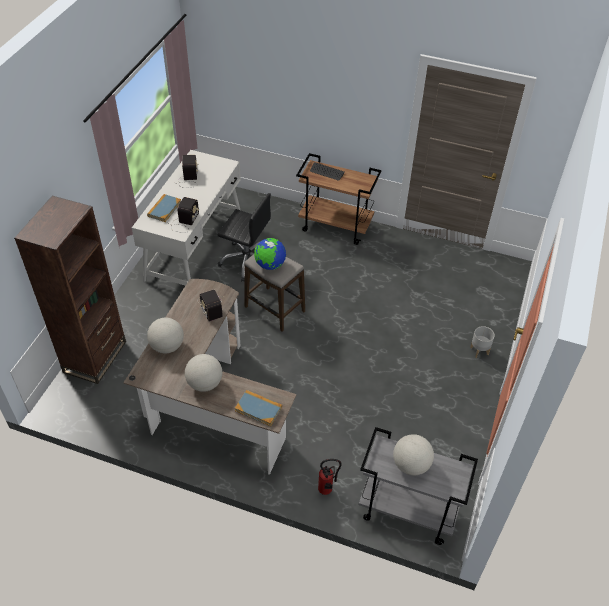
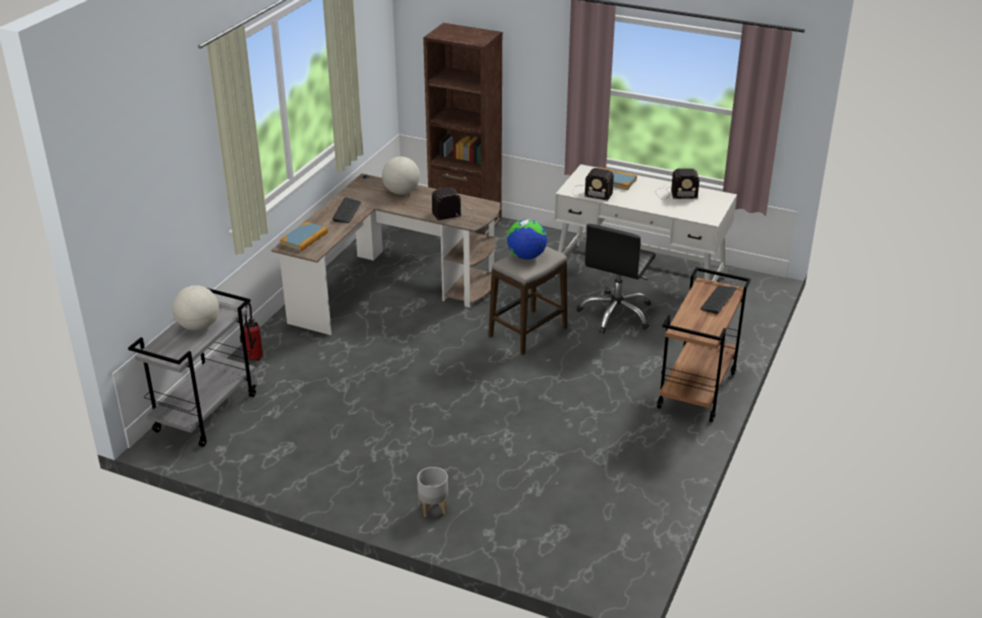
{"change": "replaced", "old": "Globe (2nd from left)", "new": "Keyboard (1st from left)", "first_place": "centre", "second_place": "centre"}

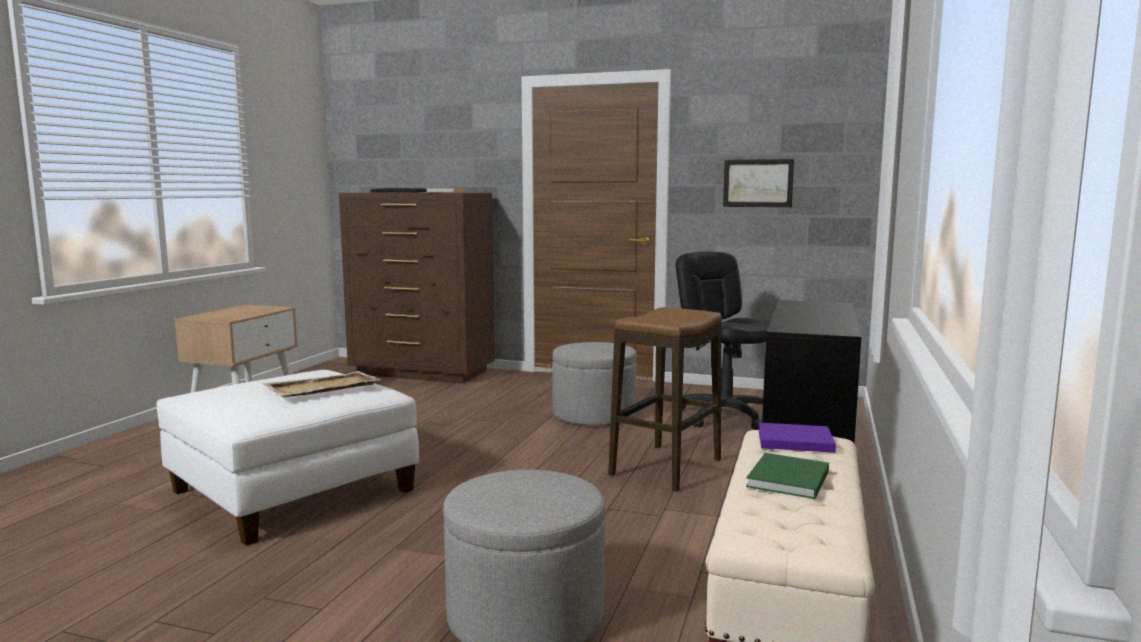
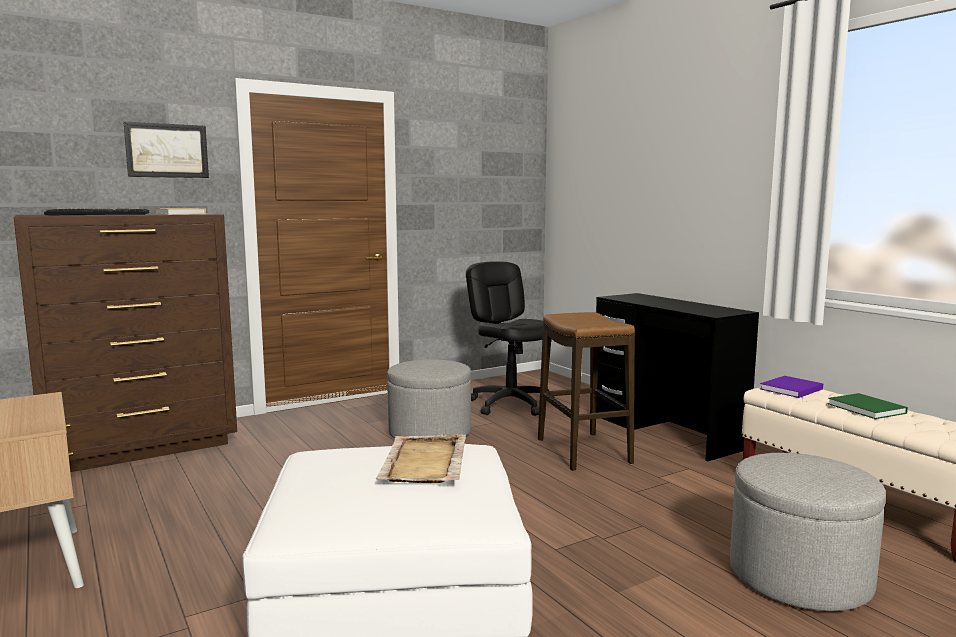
{"change": "moved", "old": "Picture", "first_place": "top centre", "second_place": "top left"}
{"change": "turned", "old": "BlackOfficeChair", "first_place": "centre", "second_place": "centre", "degrees": 45}

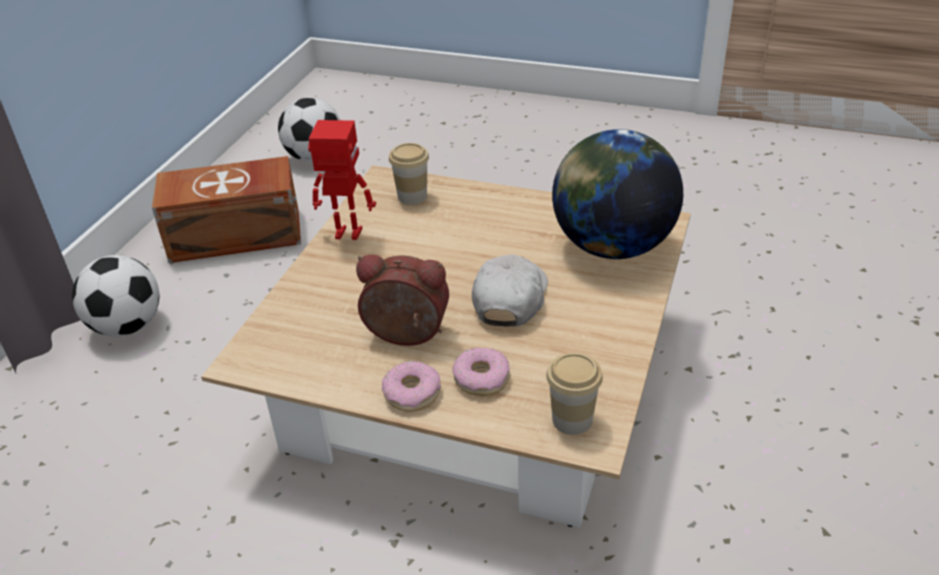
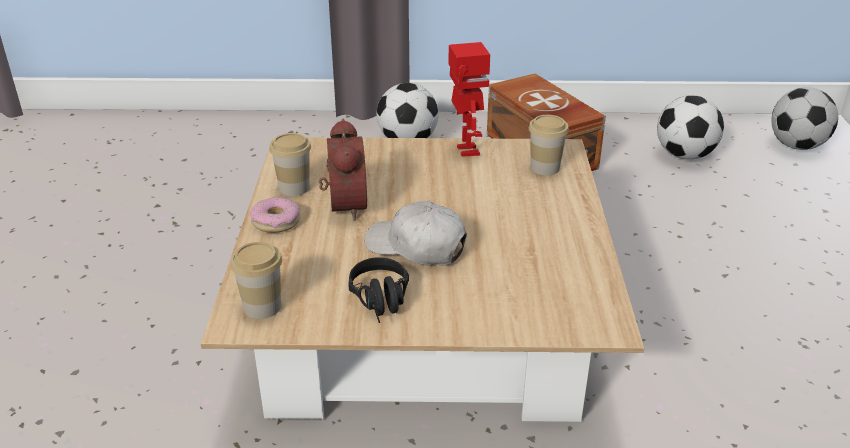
{"change": "removed", "old": "Globe", "first_place": "centre"}
{"change": "turned", "old": "WhiteCap", "first_place": "centre", "second_place": "centre", "degrees": -150}
{"change": "removed", "old": "Donut (2nd from left)", "first_place": "centre"}
{"change": "added", "new": "Football (3rd from left)", "second_place": "top right"}
{"change": "added", "new": "Cup (2nd from left)", "second_place": "centre"}
{"change": "added", "new": "BlackHeadphones", "second_place": "centre"}

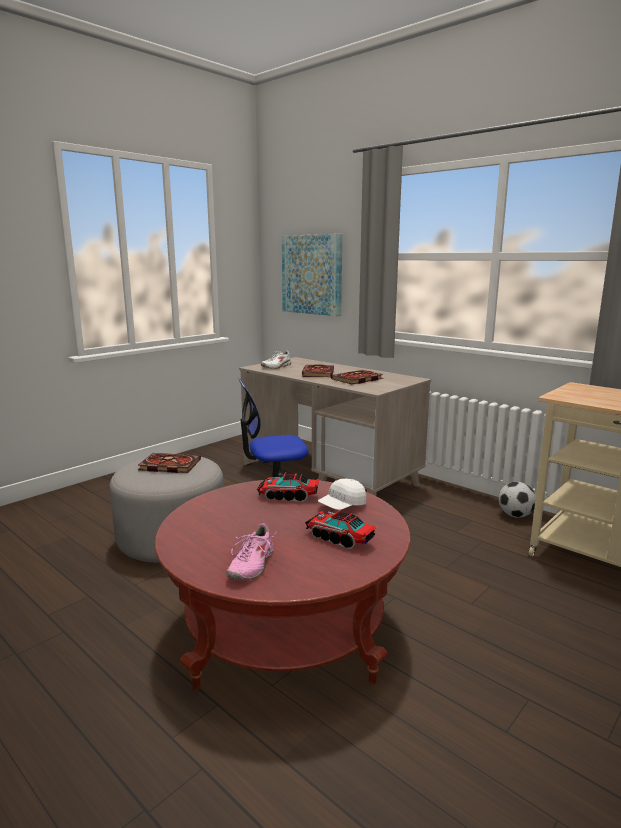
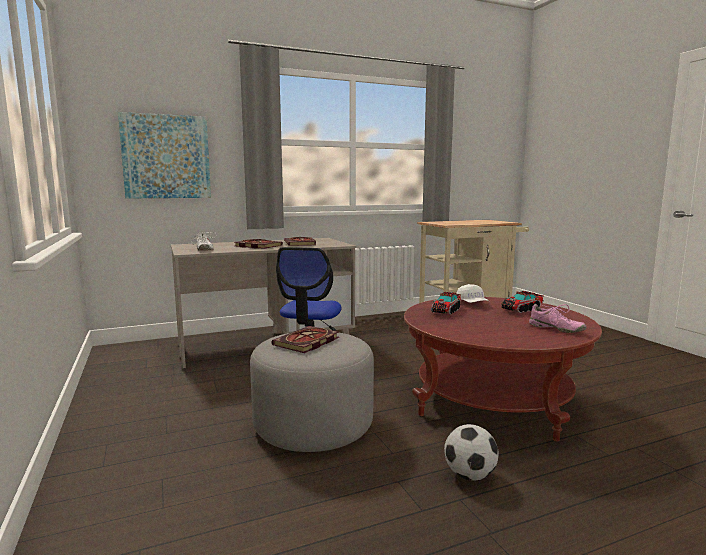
{"change": "moved", "old": "Football", "first_place": "middle right", "second_place": "bottom right"}

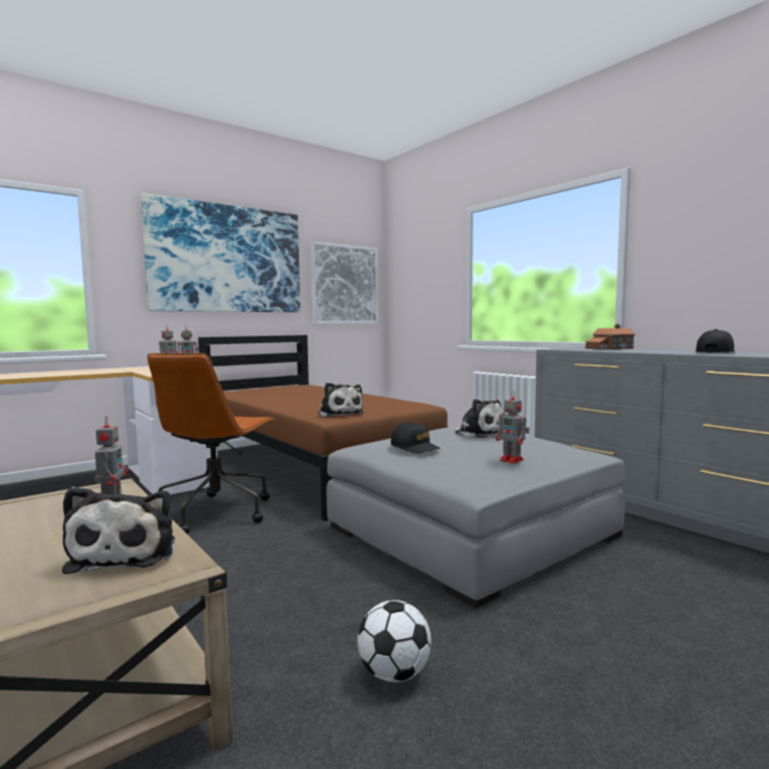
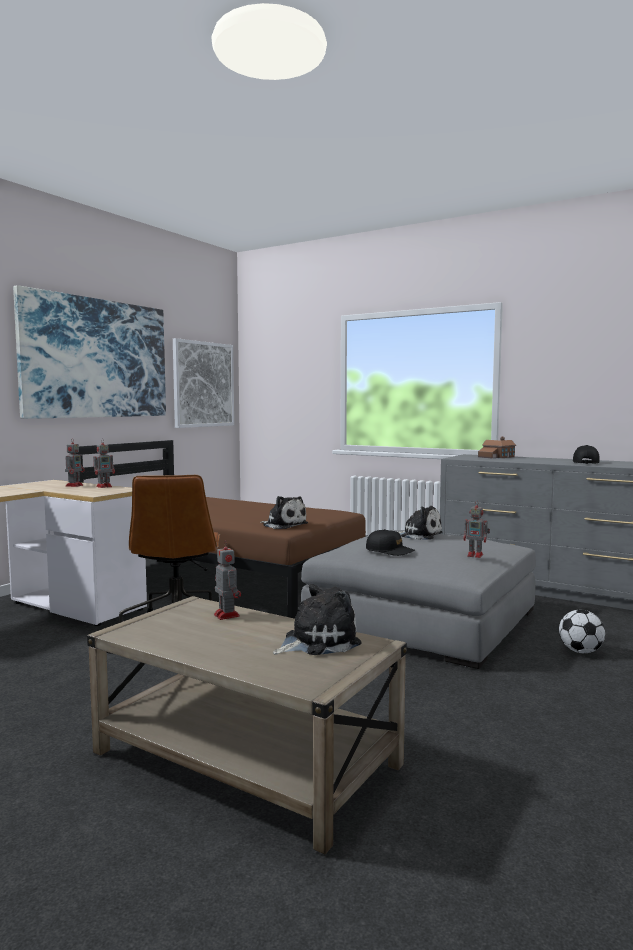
{"change": "turned", "old": "PlushToy (1st from left in the first image)", "first_place": "bottom left", "second_place": "centre", "degrees": -90}
{"change": "moved", "old": "Football", "first_place": "bottom centre", "second_place": "middle right"}

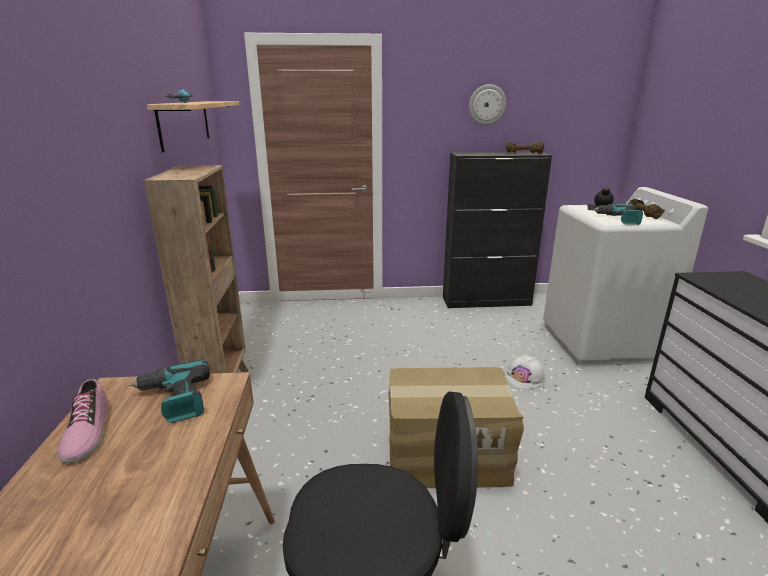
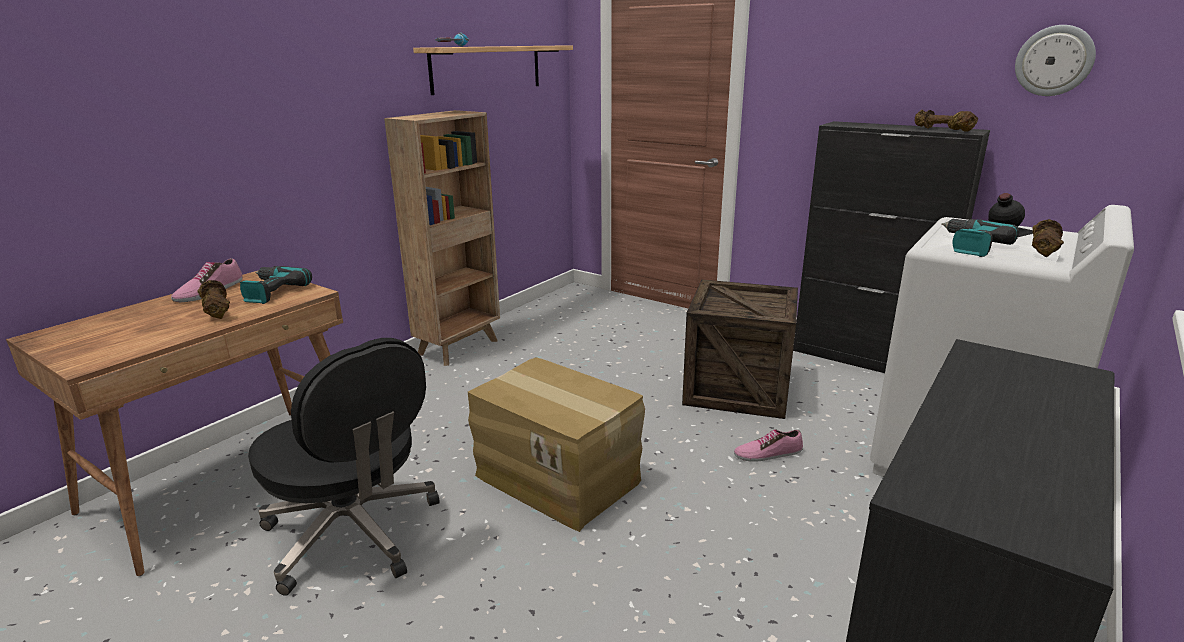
{"change": "moved", "old": "WallClock", "first_place": "top centre", "second_place": "top right"}
{"change": "replaced", "old": "WhiteHardHat", "new": "Shoe (2nd from left)", "first_place": "middle right", "second_place": "bottom centre"}
{"change": "added", "new": "BrownDumbbell (1st from left)", "second_place": "middle left"}
{"change": "added", "new": "Crate", "second_place": "centre"}

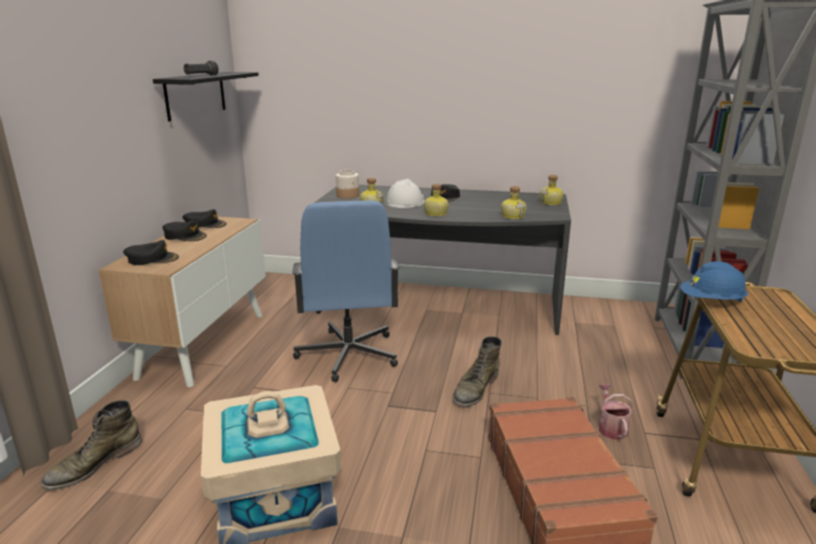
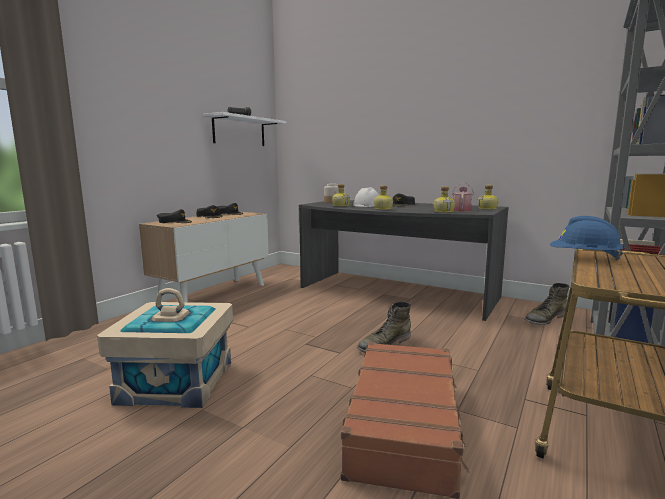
{"change": "recoloured", "old": "BlackShelf", "new": "WhiteShelf", "first_place": "top left", "second_place": "top centre"}
{"change": "removed", "old": "BlueOfficeChair", "first_place": "centre"}
{"change": "moved", "old": "WateringCan", "first_place": "bottom right", "second_place": "middle right"}
{"change": "moved", "old": "GreenBoot (1st from left in the first image)", "new": "GreenBoot (2nd from left)", "first_place": "bottom left", "second_place": "middle right"}

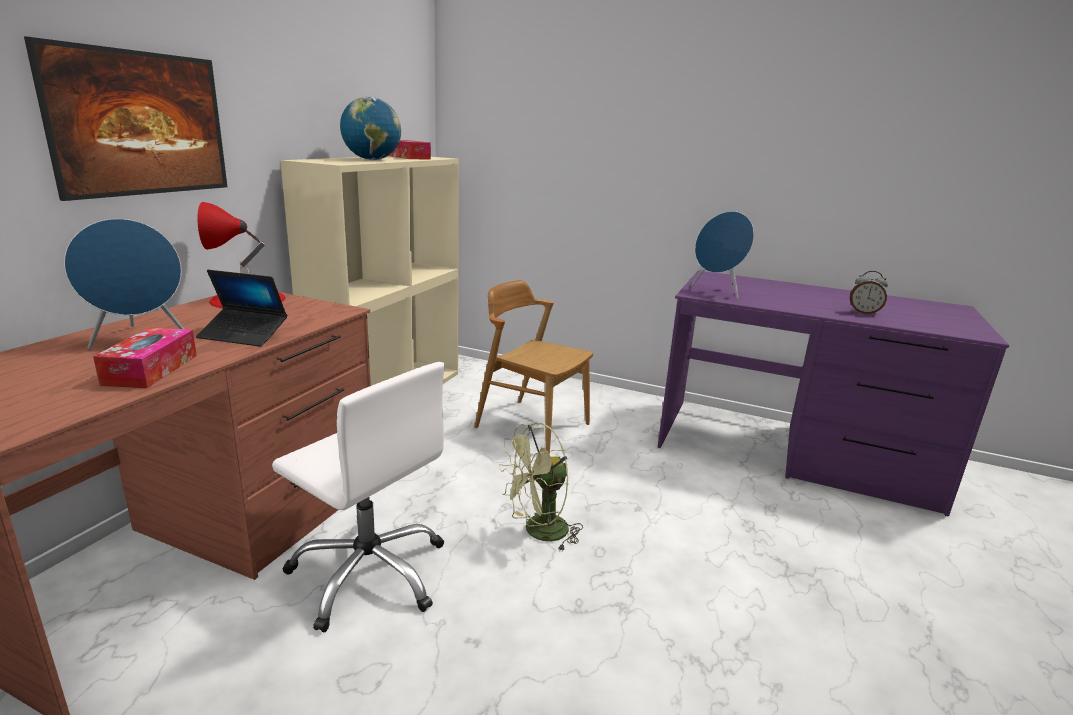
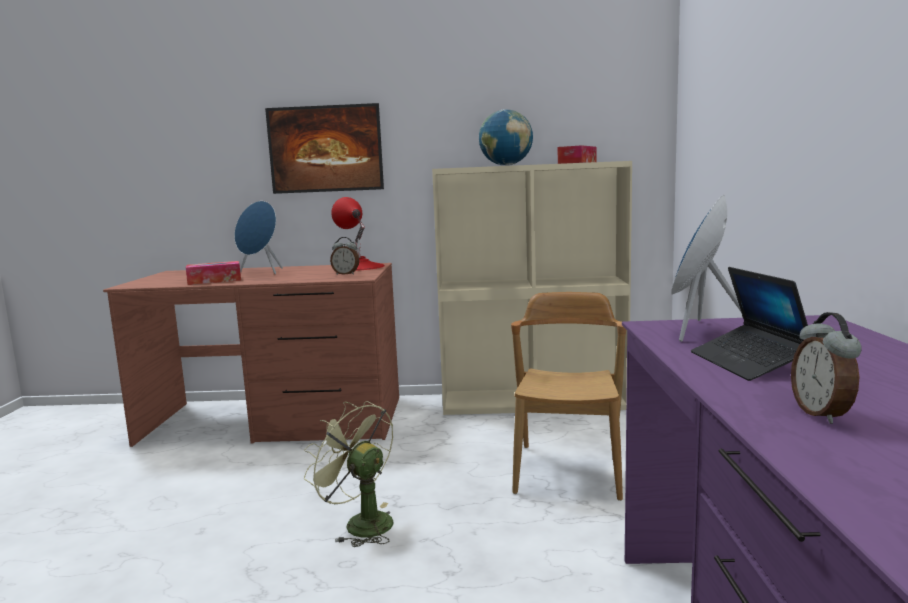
{"change": "moved", "old": "Laptop", "first_place": "middle left", "second_place": "middle right"}
{"change": "removed", "old": "WhiteOfficeChair", "first_place": "bottom centre"}
{"change": "added", "new": "AlarmClock (1st from left)", "second_place": "centre"}

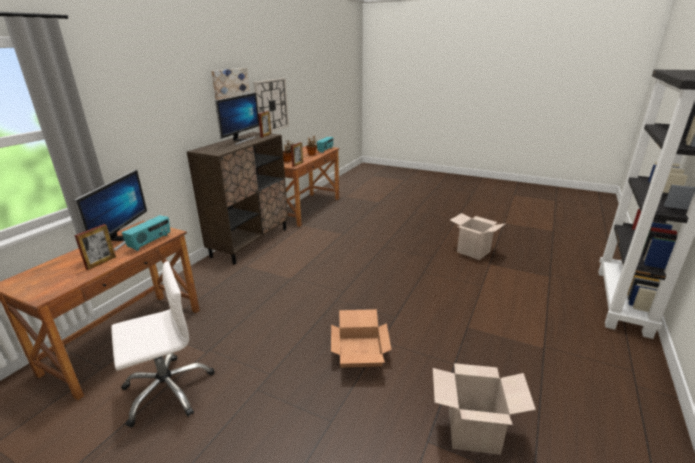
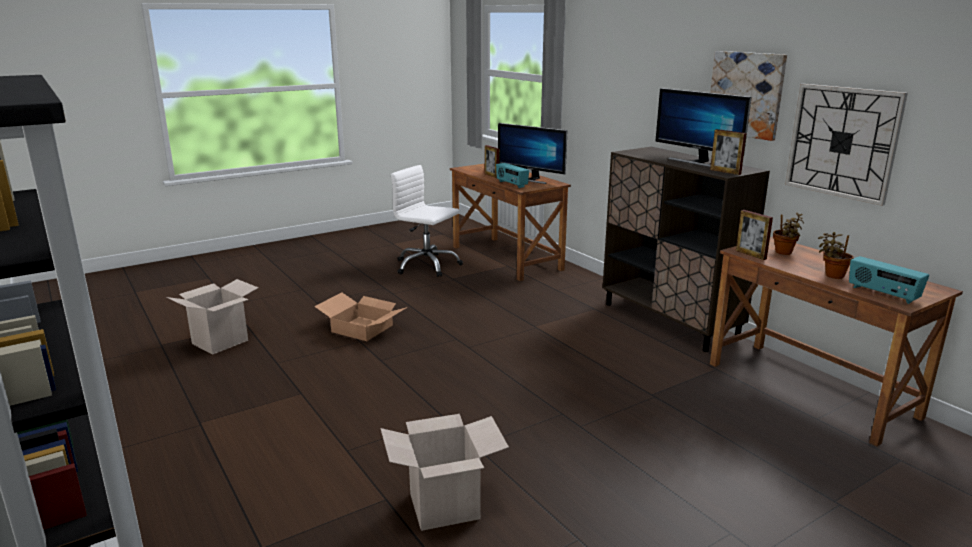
{"change": "turned", "old": "WhiteOfficeChair", "first_place": "bottom left", "second_place": "centre", "degrees": 120}

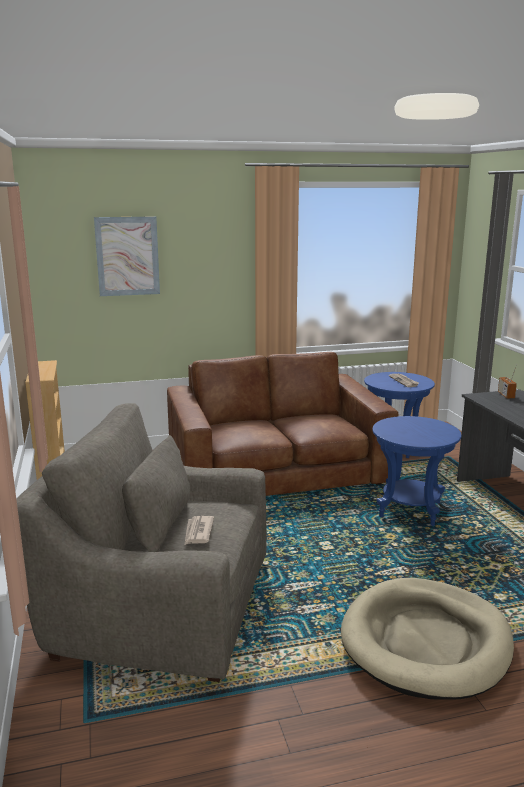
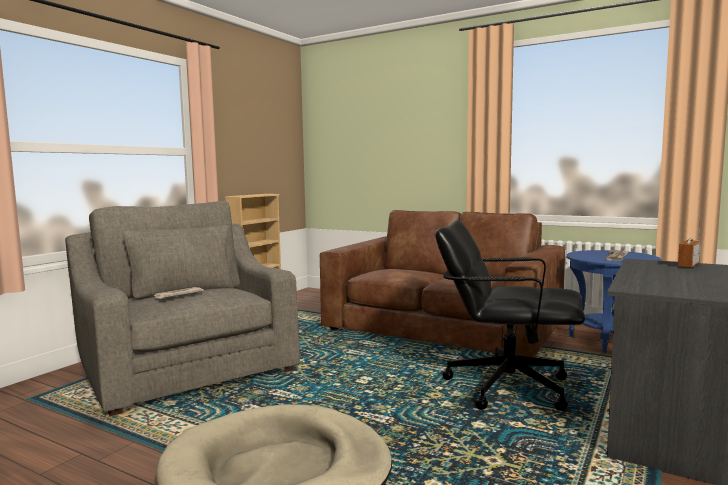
{"change": "removed", "old": "Picture", "first_place": "top left"}
{"change": "replaced", "old": "BlueSideTable (2nd from left)", "new": "BlackOfficeChair", "first_place": "middle right", "second_place": "middle right"}

